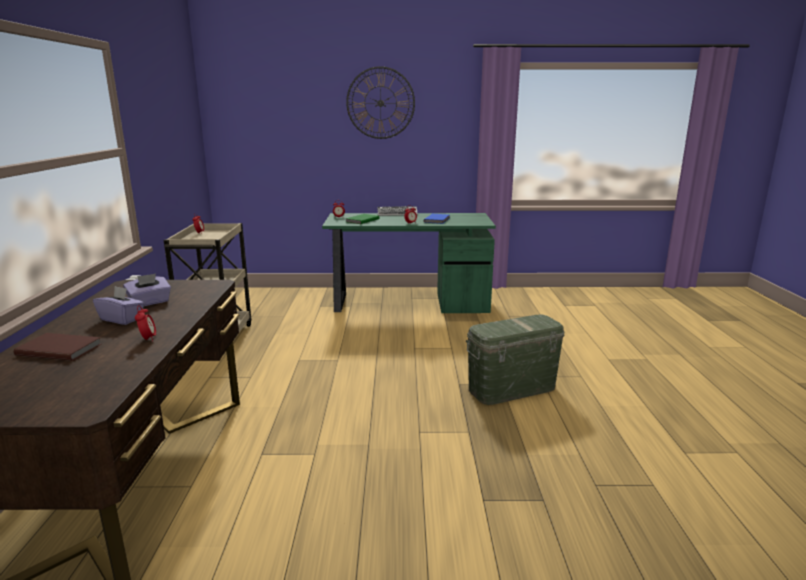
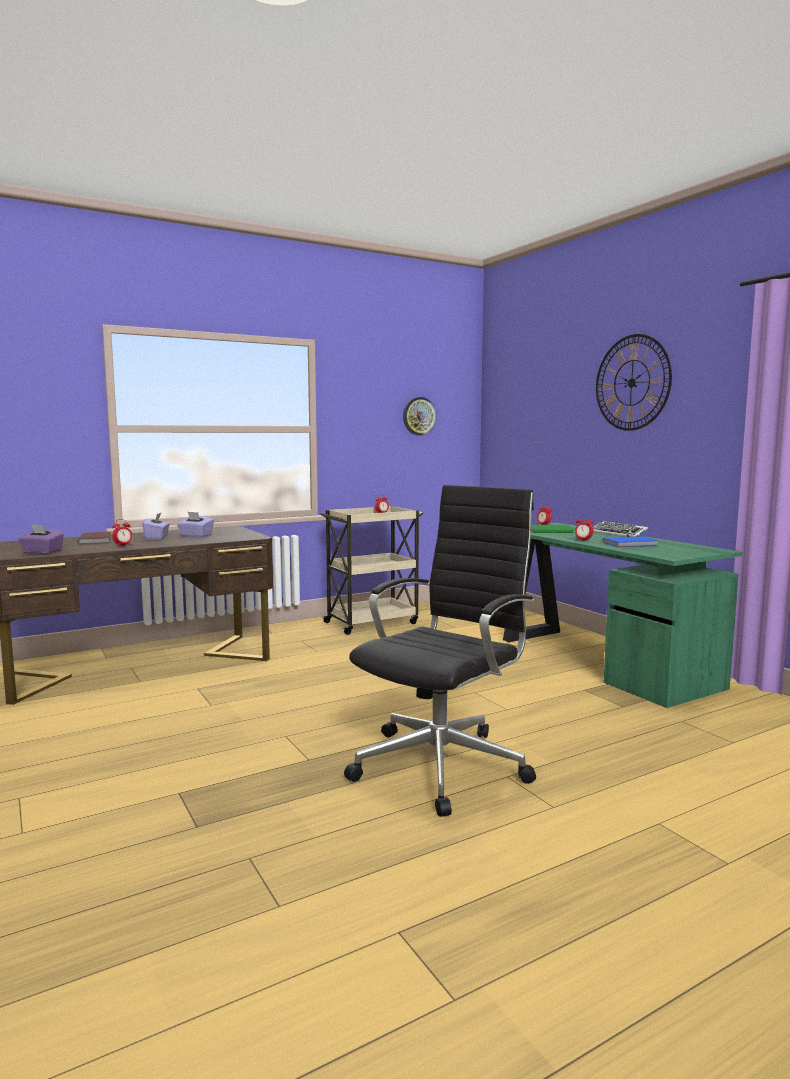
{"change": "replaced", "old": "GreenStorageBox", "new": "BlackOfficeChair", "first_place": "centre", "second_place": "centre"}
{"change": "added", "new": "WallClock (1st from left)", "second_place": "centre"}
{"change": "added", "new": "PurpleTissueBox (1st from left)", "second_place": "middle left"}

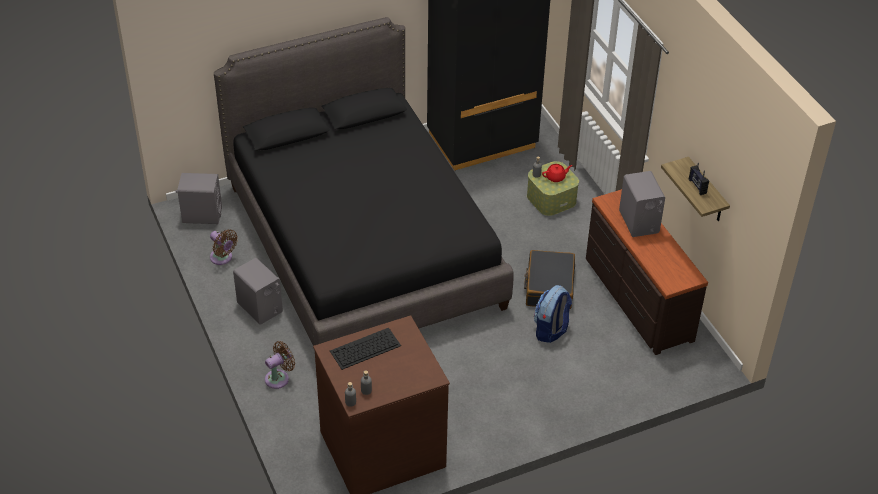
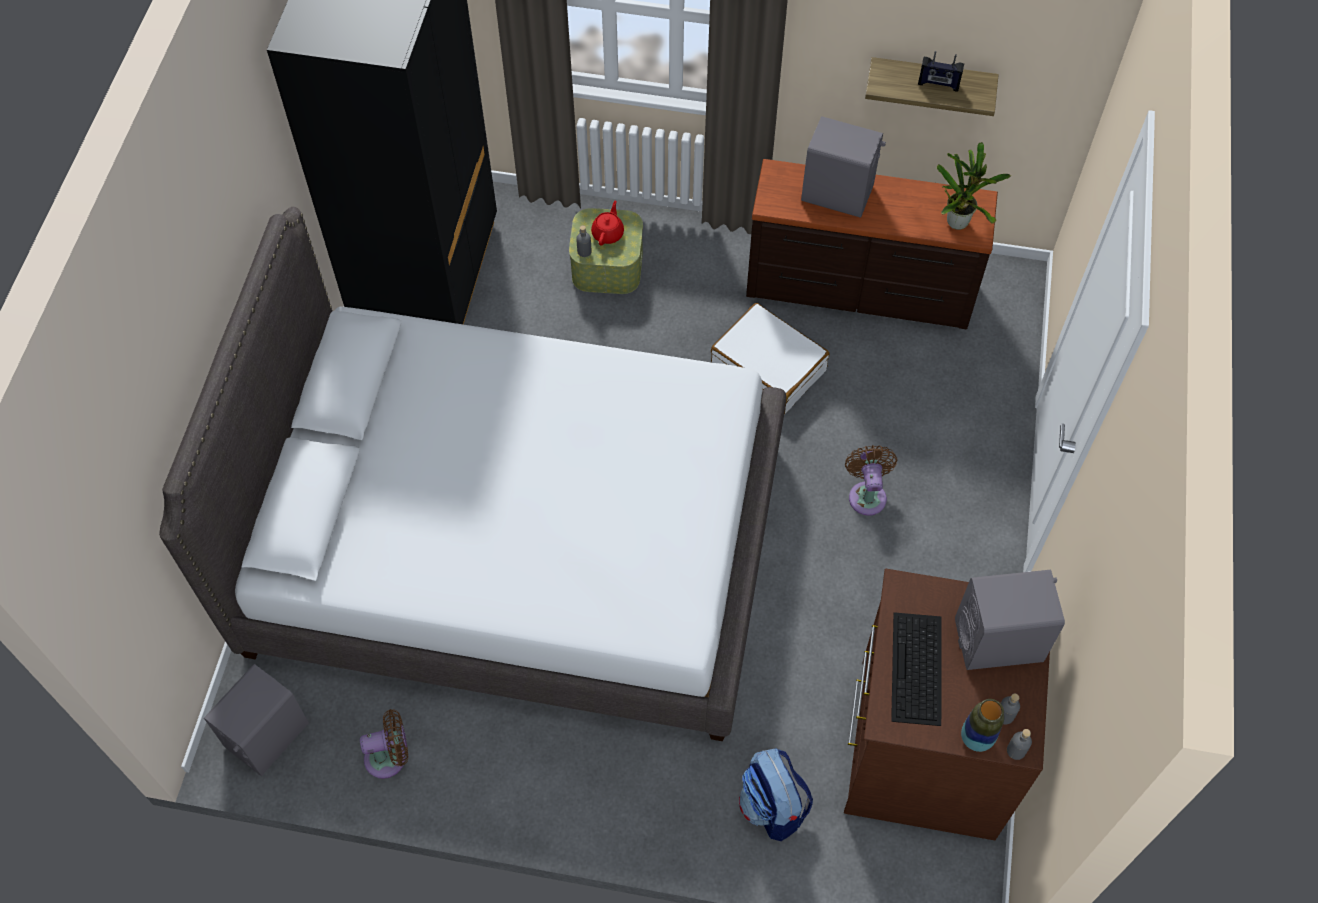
{"change": "recoloured", "old": "BlackBed", "new": "WhiteBed", "first_place": "centre", "second_place": "centre"}
{"change": "recoloured", "old": "BlackSuitcase", "new": "WhiteSuitcase", "first_place": "centre", "second_place": "centre"}
{"change": "moved", "old": "GreySpeaker (2nd from left in the first image)", "new": "GreySpeaker (3rd from left)", "first_place": "middle left", "second_place": "bottom right"}
{"change": "moved", "old": "Backpack", "first_place": "centre", "second_place": "bottom centre"}
{"change": "moved", "old": "BrownFan (2nd from left)", "first_place": "bottom left", "second_place": "centre"}
{"change": "added", "new": "PottedPlant", "second_place": "top right"}
{"change": "added", "new": "Vase", "second_place": "bottom right"}

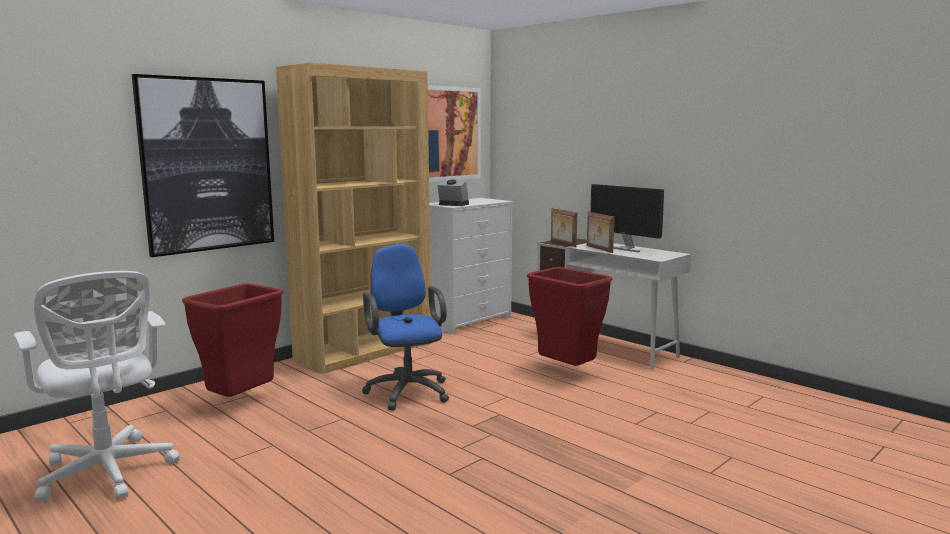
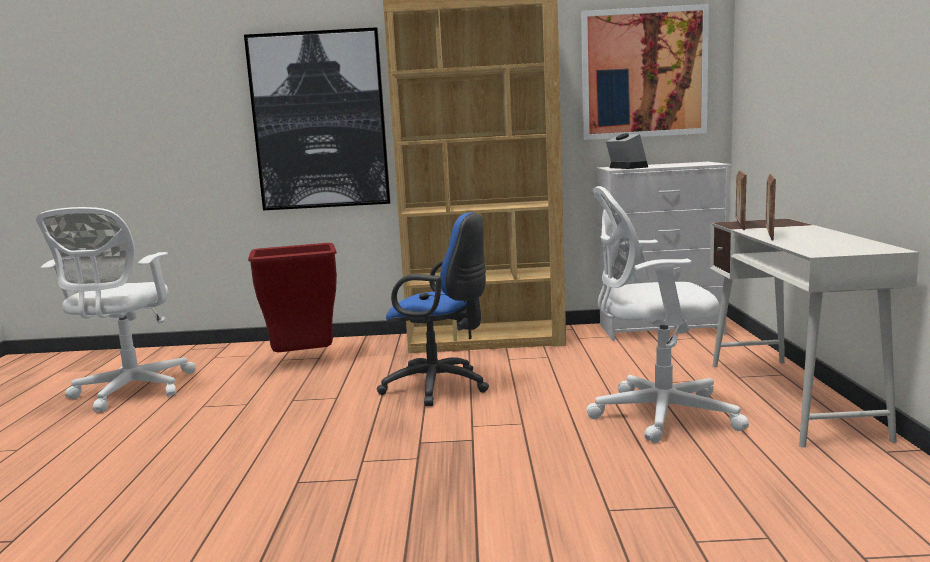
{"change": "removed", "old": "Monitor", "first_place": "centre"}
{"change": "turned", "old": "BlueOfficeChair", "first_place": "centre", "second_place": "centre", "degrees": 90}
{"change": "replaced", "old": "RedTrashCan (2nd from left)", "new": "WhiteOfficeChair (2nd from left)", "first_place": "centre", "second_place": "middle right"}

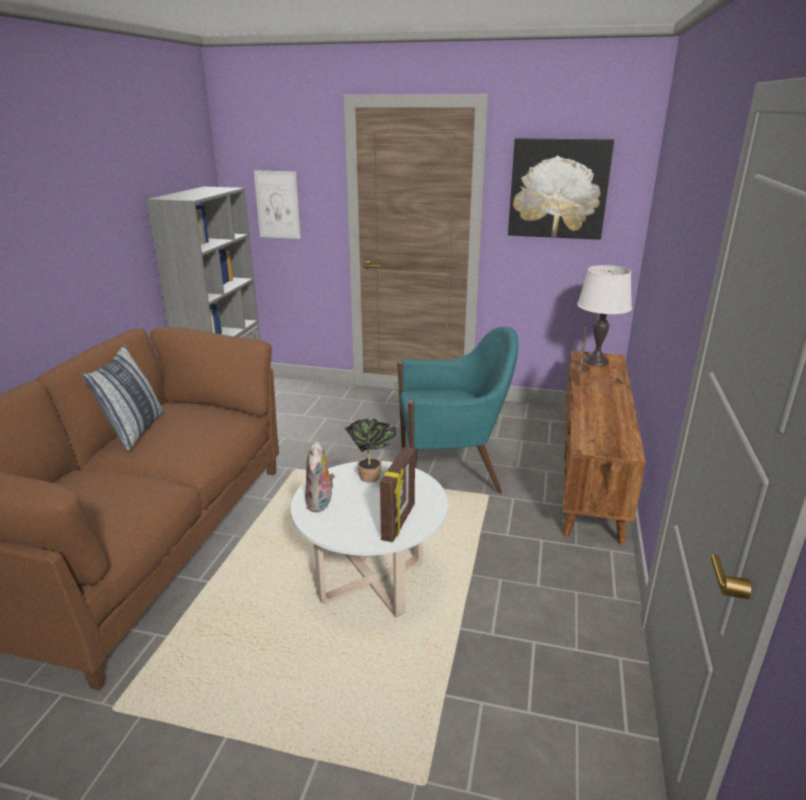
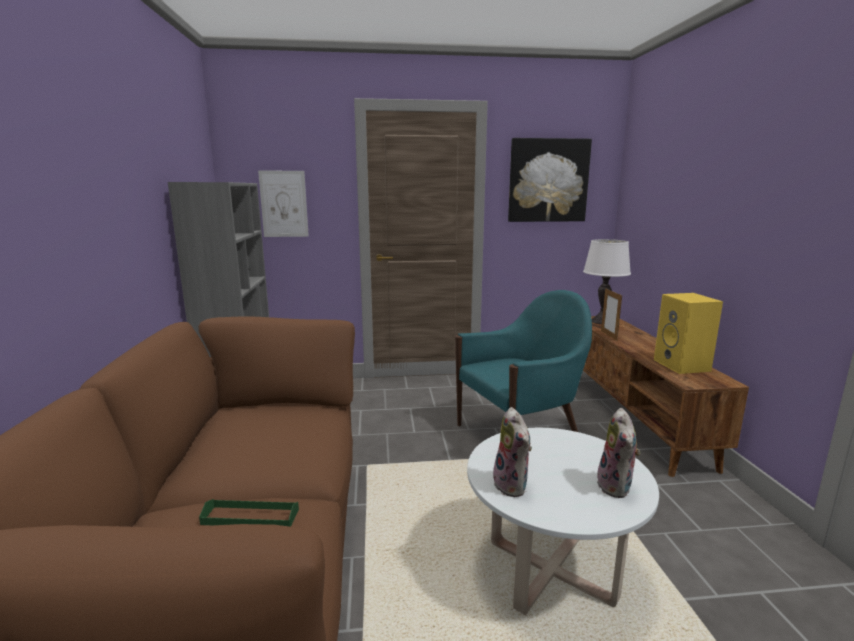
{"change": "removed", "old": "Pillow", "first_place": "middle left"}
{"change": "removed", "old": "PottedPlant", "first_place": "centre"}
{"change": "replaced", "old": "PictureFrame (1st from left)", "new": "PlushToy (2nd from left)", "first_place": "centre", "second_place": "bottom right"}
{"change": "added", "new": "YellowSpeaker", "second_place": "middle right"}
{"change": "added", "new": "GreenTray", "second_place": "bottom left"}

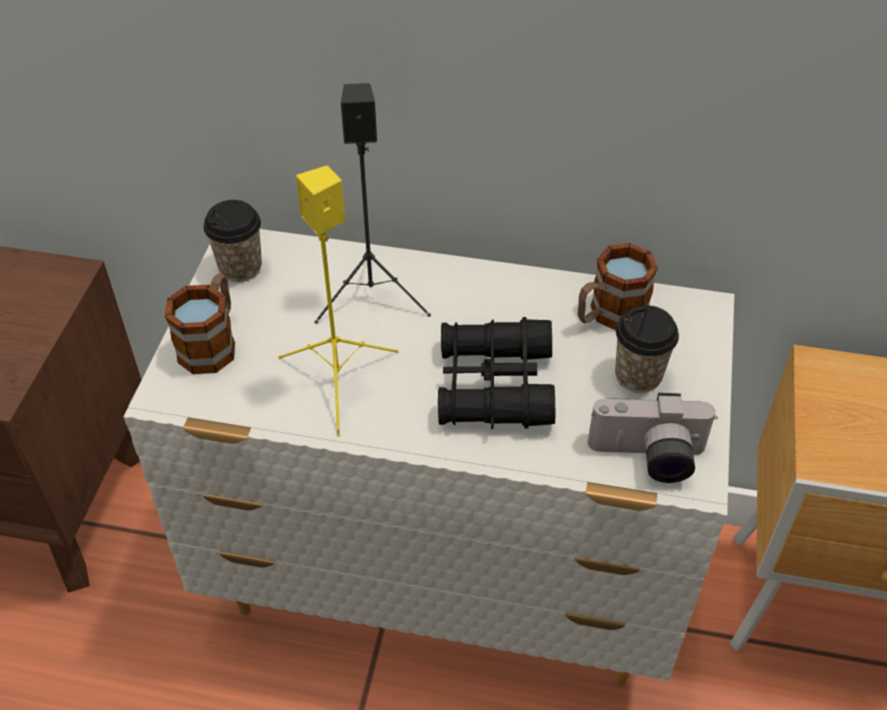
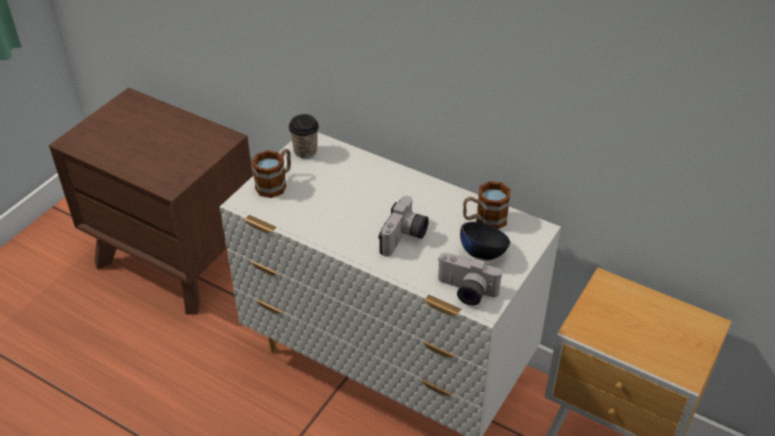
{"change": "removed", "old": "BlackSpeaker", "first_place": "top centre"}
{"change": "removed", "old": "YellowSpeaker", "first_place": "centre"}
{"change": "replaced", "old": "Cup (2nd from left)", "new": "BlackBowl", "first_place": "middle right", "second_place": "centre"}
{"change": "replaced", "old": "BlackBinoculars", "new": "PhotoCamera (1st from left)", "first_place": "centre", "second_place": "centre"}

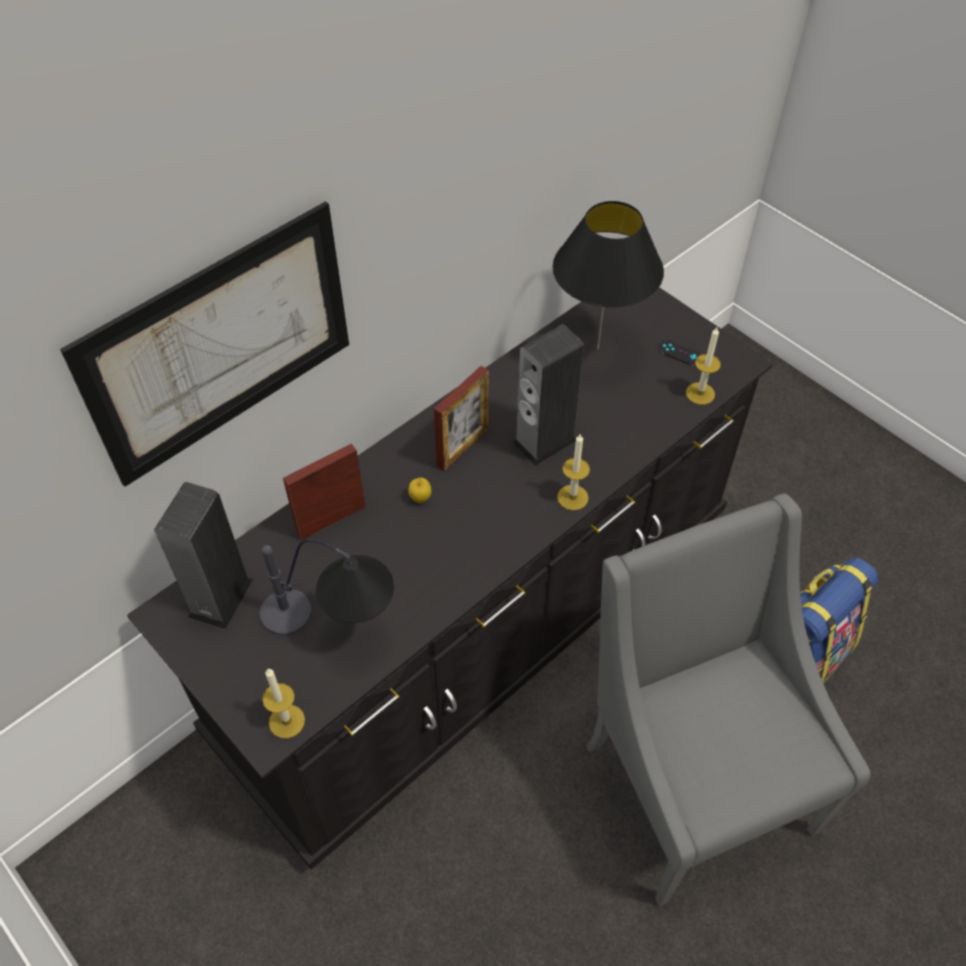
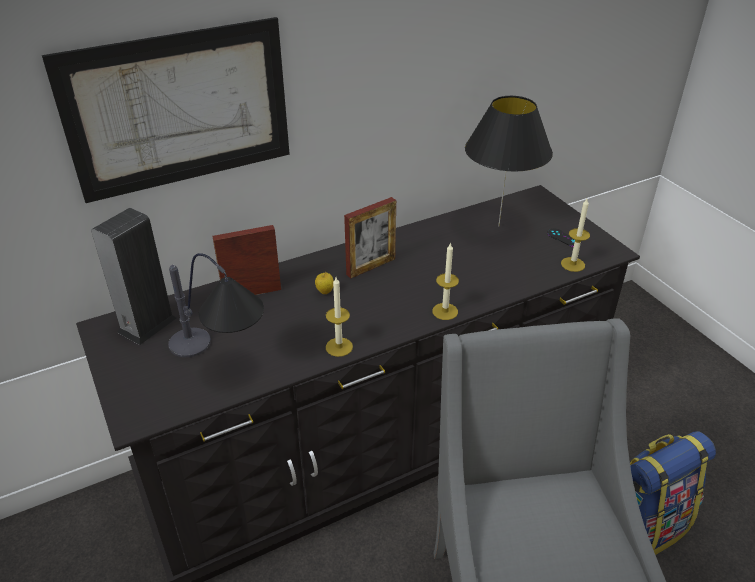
{"change": "removed", "old": "Speaker (2nd from left)", "first_place": "centre"}
{"change": "moved", "old": "Candle (1st from left)", "first_place": "bottom left", "second_place": "centre"}

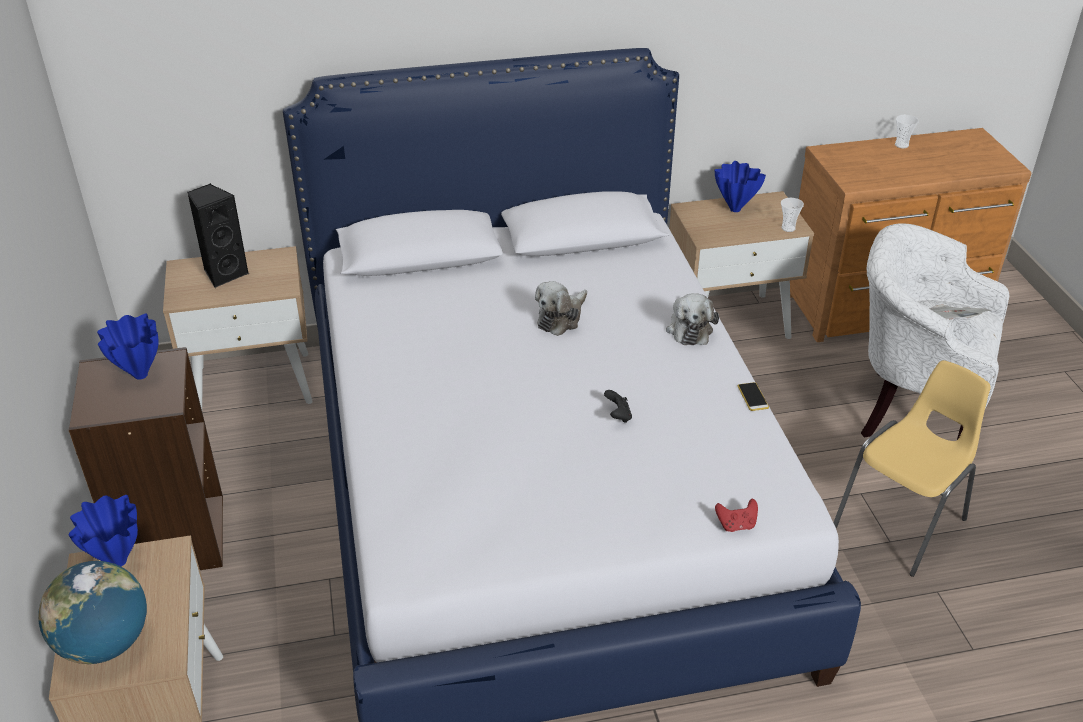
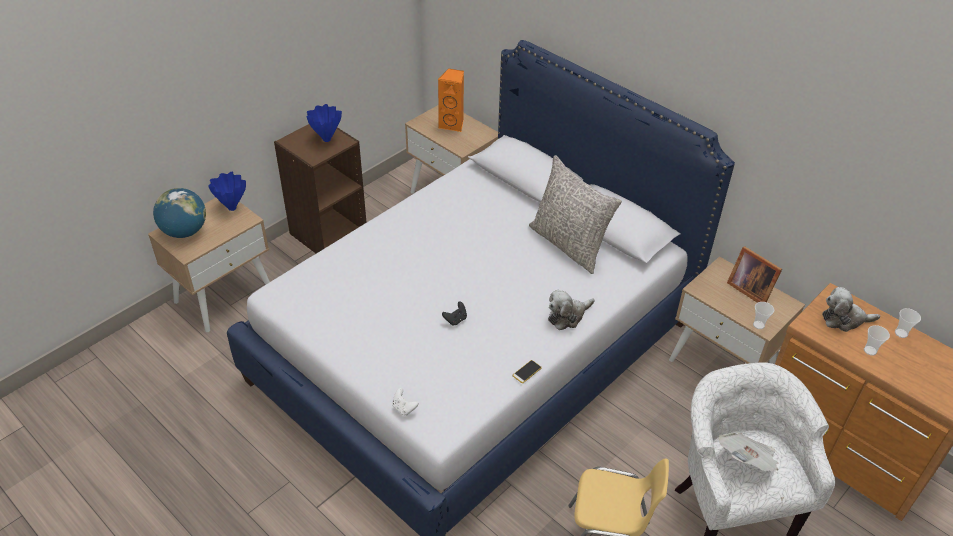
{"change": "replaced", "old": "BlueVase (3rd from left)", "new": "PictureFrame", "first_place": "top right", "second_place": "middle right"}
{"change": "recoloured", "old": "BlackSpeaker", "new": "OrangeSpeaker", "first_place": "top left", "second_place": "top centre"}
{"change": "moved", "old": "PlushToy (1st from left in the first image)", "new": "PlushToy (2nd from left)", "first_place": "centre", "second_place": "middle right"}
{"change": "recoloured", "old": "RedGameController", "new": "WhiteGameController", "first_place": "bottom right", "second_place": "bottom centre"}
{"change": "added", "new": "GreyPillow", "second_place": "centre"}
{"change": "added", "new": "Cup (2nd from left)", "second_place": "middle right"}

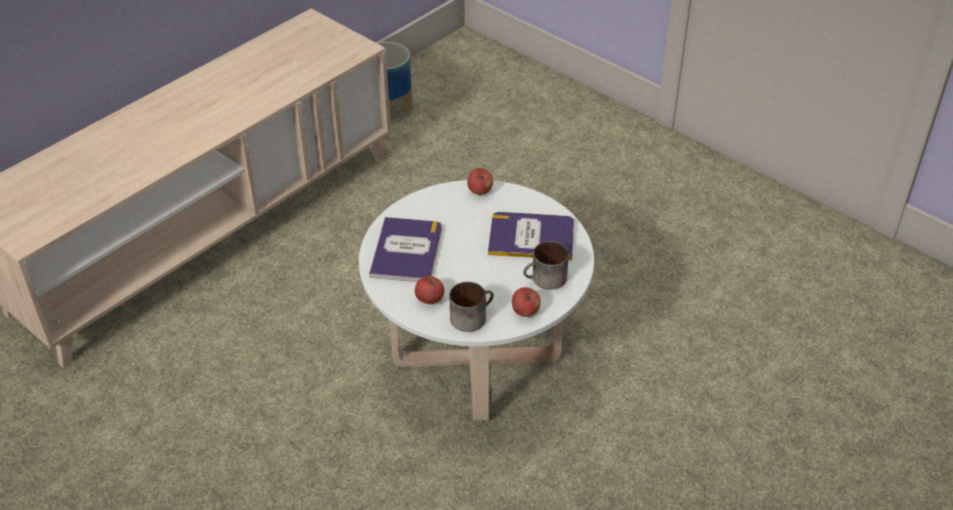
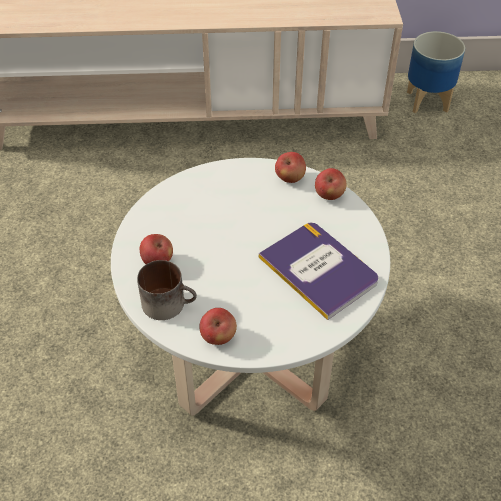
{"change": "removed", "old": "Book (1st from left)", "first_place": "centre"}
{"change": "removed", "old": "Mug (2nd from left)", "first_place": "centre"}
{"change": "added", "new": "Apple (3rd from left)", "second_place": "centre"}

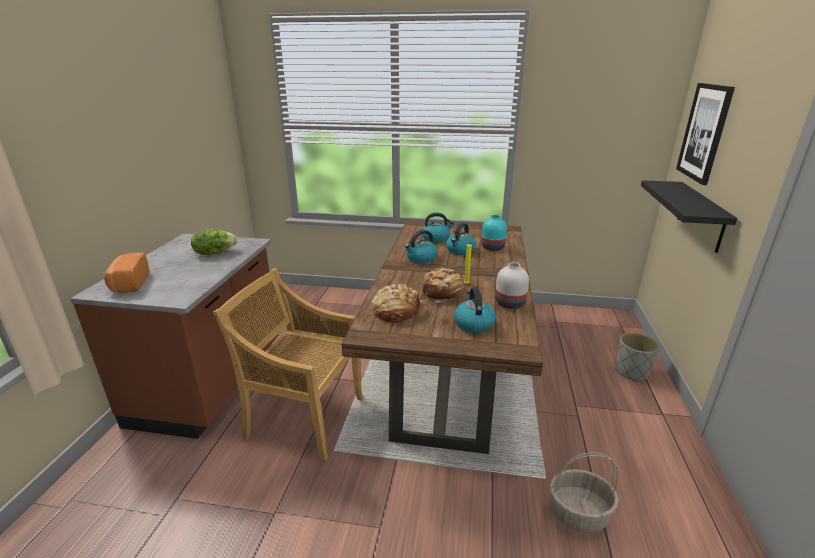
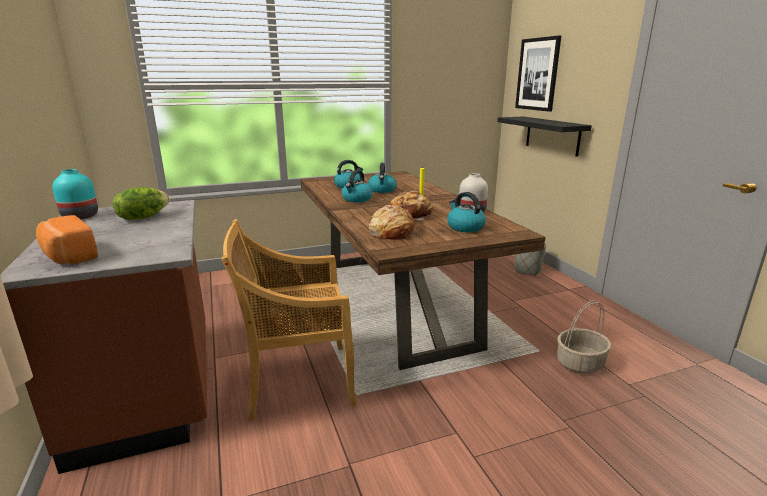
{"change": "moved", "old": "TurquoiseVase", "first_place": "centre", "second_place": "middle left"}

